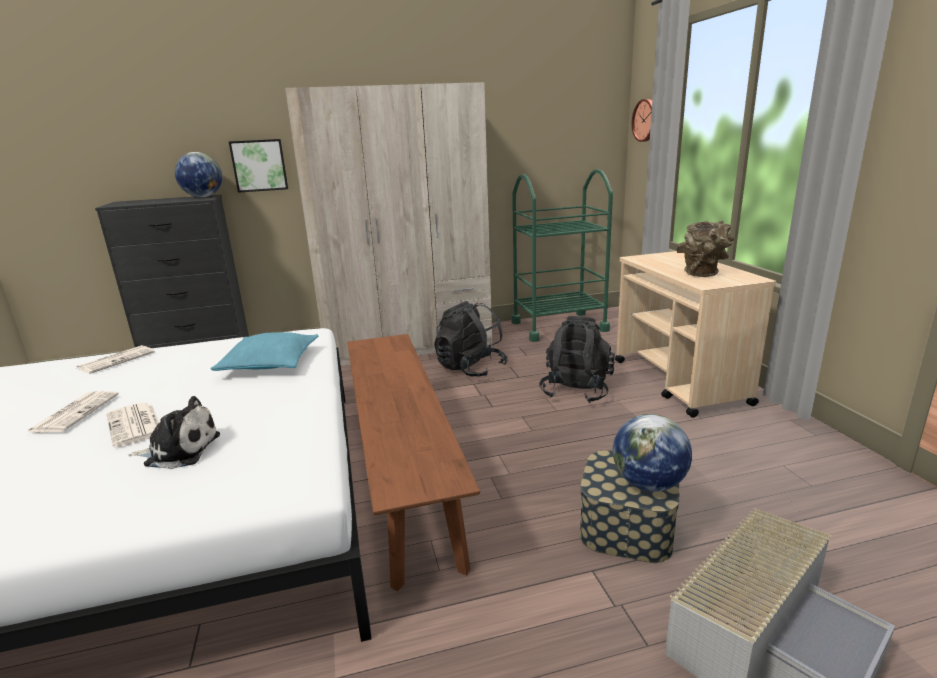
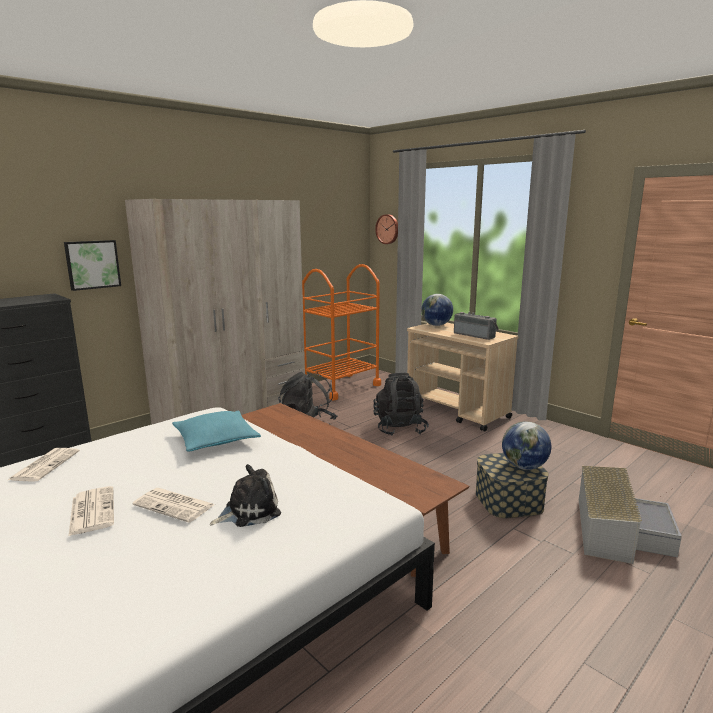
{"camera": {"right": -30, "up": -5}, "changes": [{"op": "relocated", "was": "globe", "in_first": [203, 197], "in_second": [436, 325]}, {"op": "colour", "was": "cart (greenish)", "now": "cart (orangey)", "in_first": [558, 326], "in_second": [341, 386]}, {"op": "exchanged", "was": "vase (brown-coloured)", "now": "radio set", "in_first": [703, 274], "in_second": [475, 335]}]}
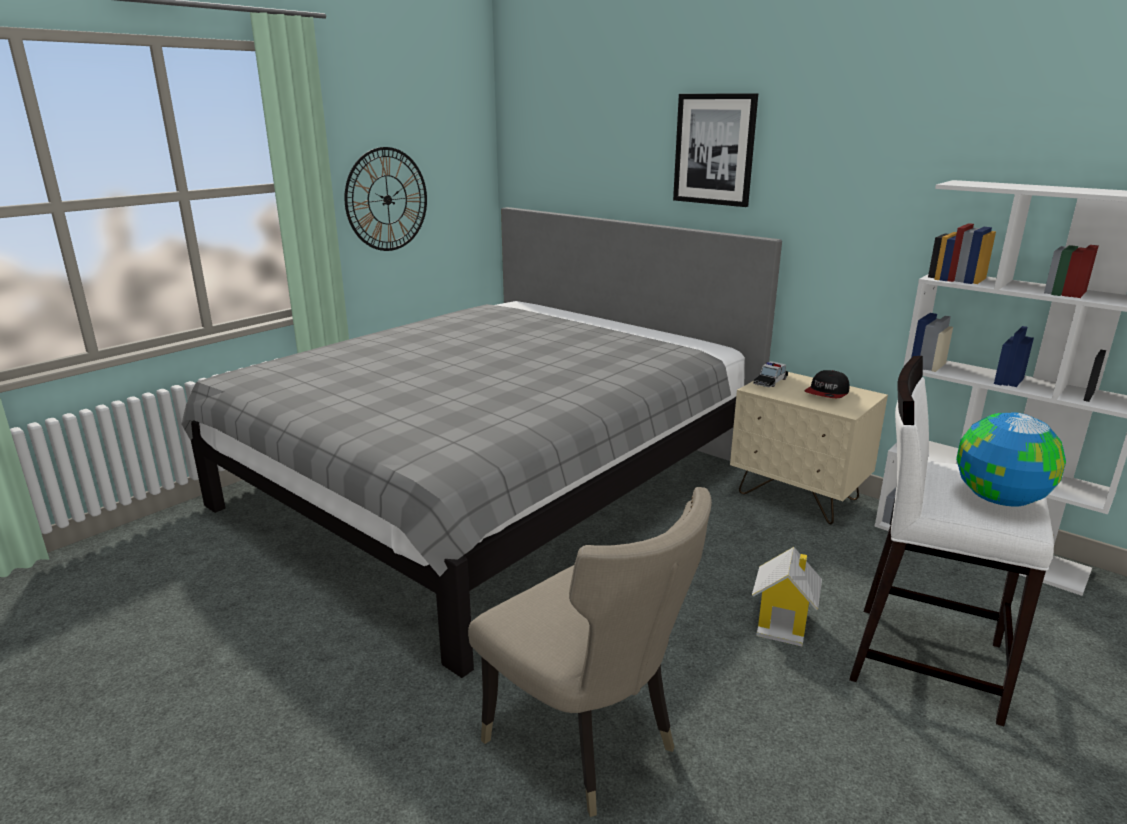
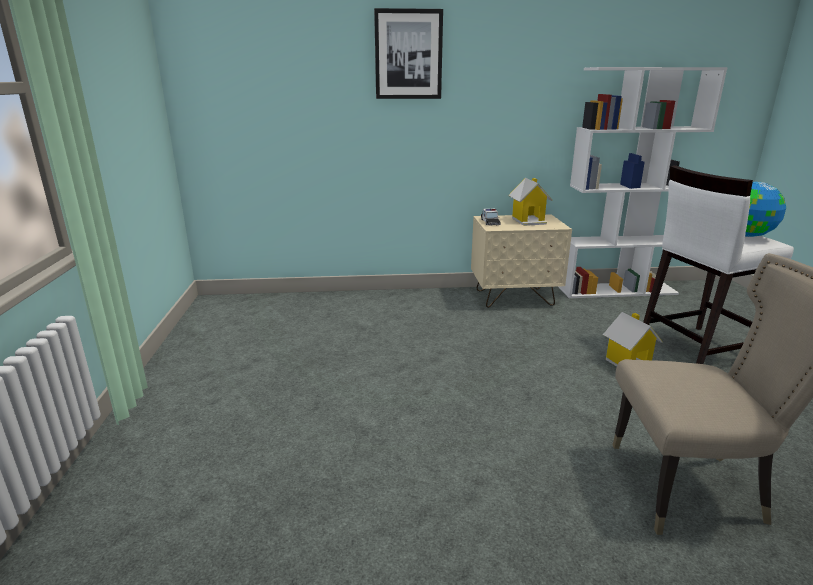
{"camera": {"right": -45, "up": 0}, "changes": [{"op": "missing", "was": "clock on the wall", "in_first": [387, 199]}, {"op": "missing", "was": "bedroom bed (greyish)", "in_first": [492, 484]}, {"op": "exchanged", "was": "cap", "now": "model house", "in_first": [827, 393], "in_second": [528, 220]}]}
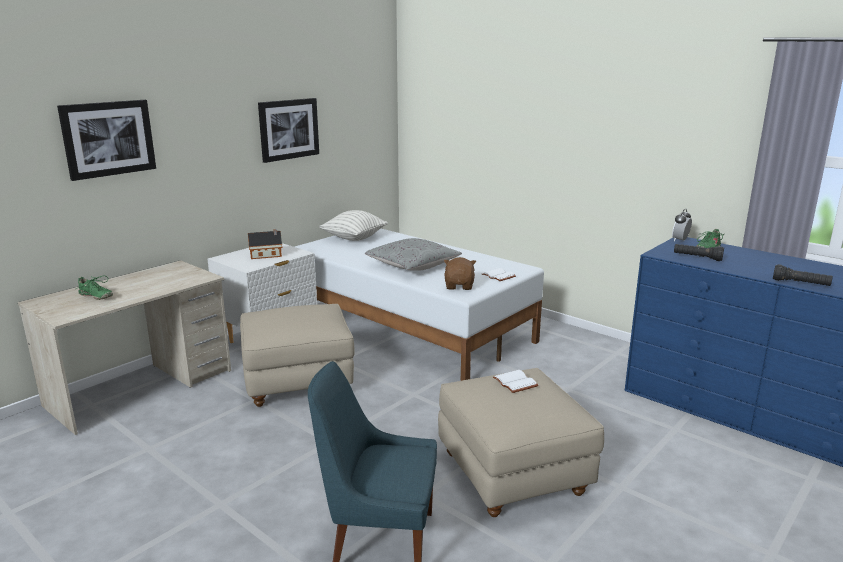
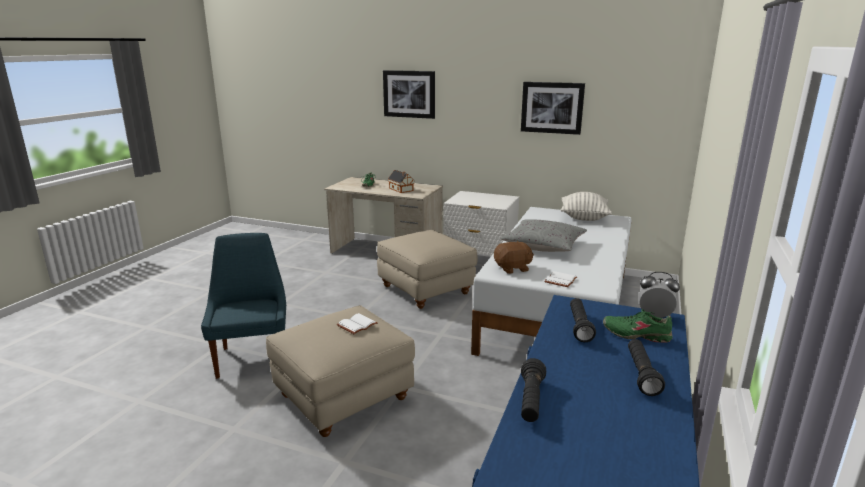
{"camera": {"right": 70, "up": 0}, "changes": [{"op": "relocated", "was": "model house", "in_first": [267, 255], "in_second": [401, 189]}, {"op": "appeared", "now": "hand torch (blackish)", "in_second": [641, 374]}]}
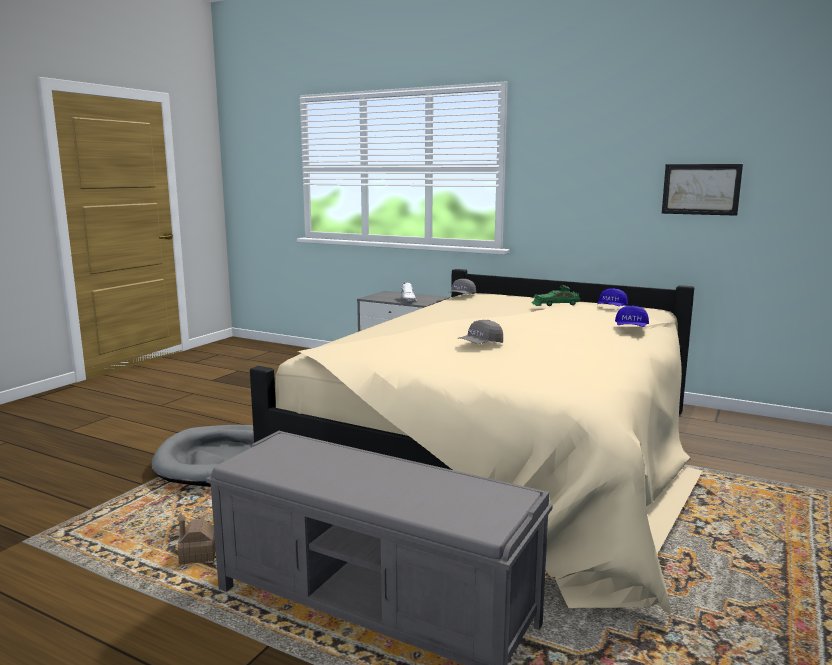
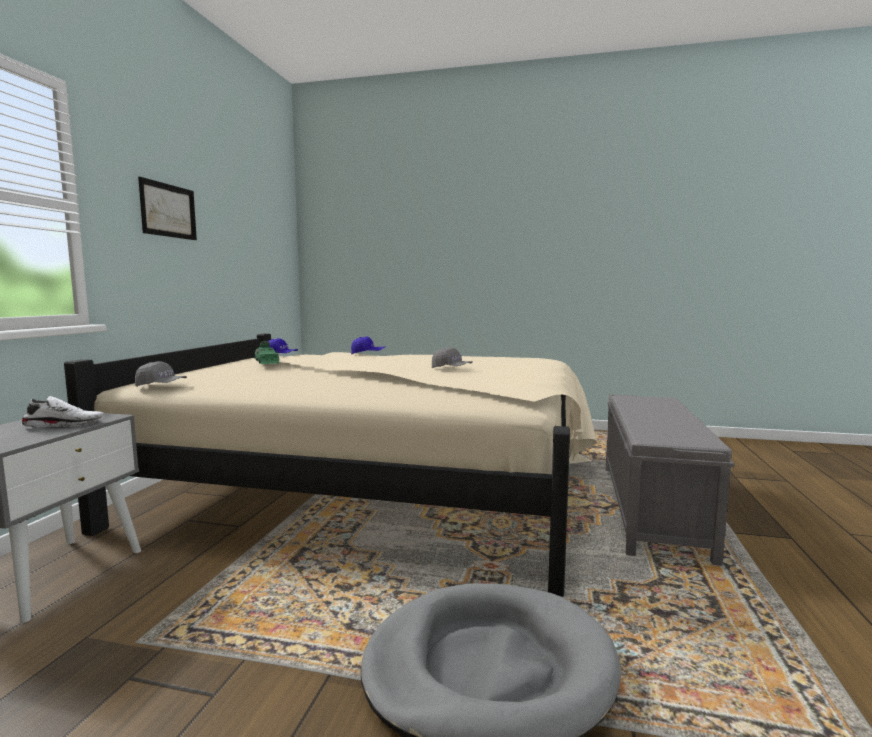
{"camera": {"right": -105, "up": -5}, "changes": [{"op": "relocated", "was": "picture", "in_first": [701, 189], "in_second": [168, 210]}, {"op": "missing", "was": "model house", "in_first": [198, 555]}]}
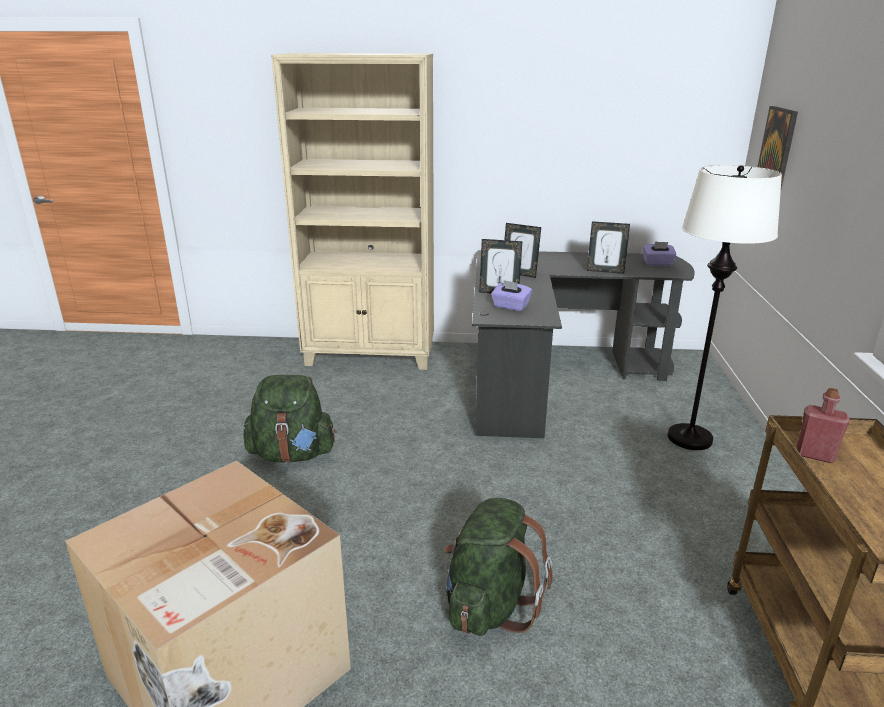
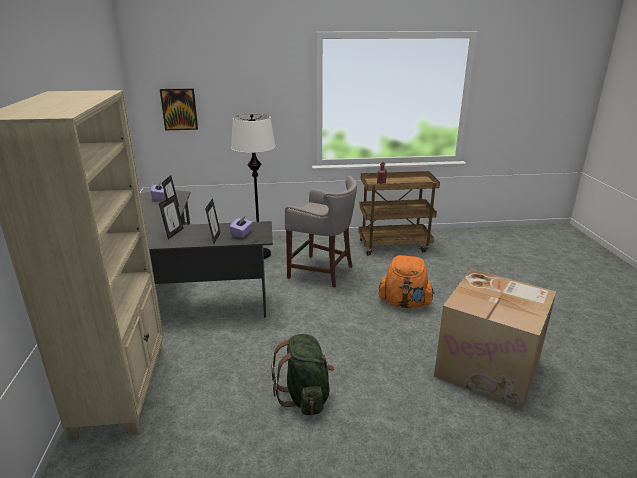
{"camera": {"right": -100, "up": 0}, "changes": [{"op": "colour", "was": "knapsack (greenish)", "now": "knapsack (orangey)", "in_first": [489, 605], "in_second": [405, 303]}, {"op": "appeared", "now": "sitting stool (greyish)", "in_second": [323, 272]}]}
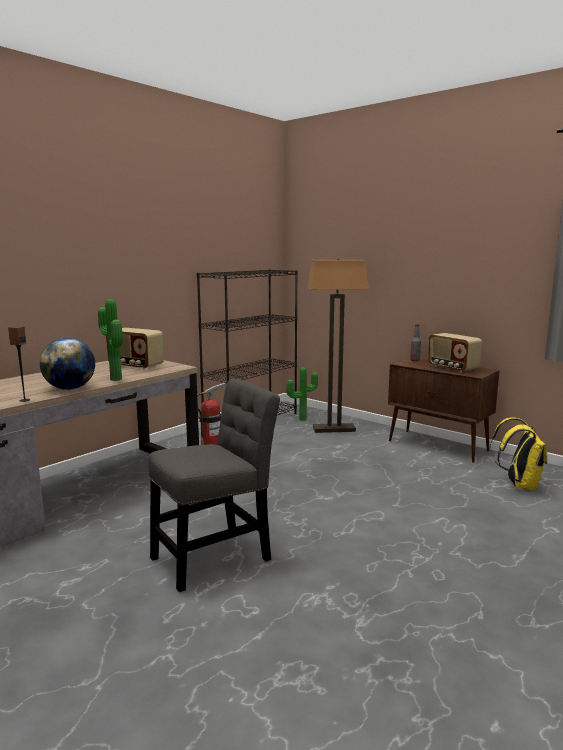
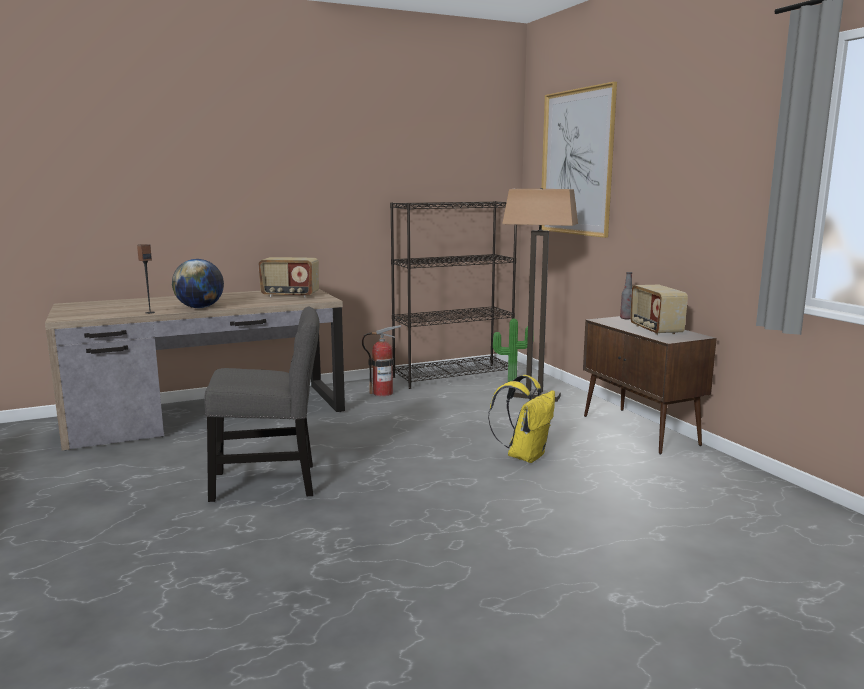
{"camera": {"right": 25, "up": 0}, "changes": [{"op": "missing", "was": "potted plant", "in_first": [114, 379]}, {"op": "spun", "was": "radio set", "in_first": [135, 366], "in_second": [290, 295], "clockwise": -45}, {"op": "relocated", "was": "knapsack (yellow-coloured)", "in_first": [519, 485], "in_second": [525, 456]}, {"op": "appeared", "now": "picture", "in_second": [576, 162]}]}
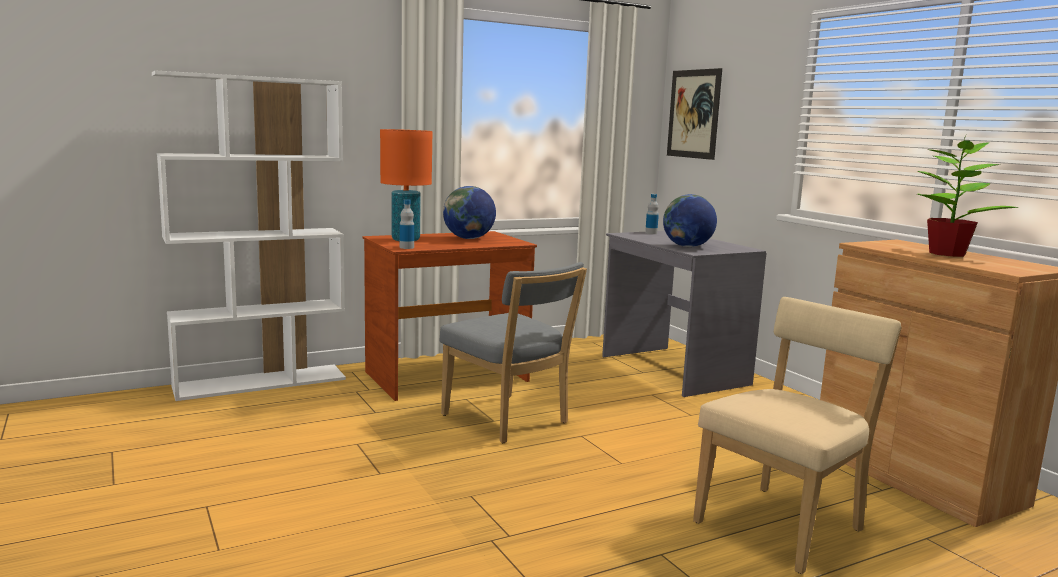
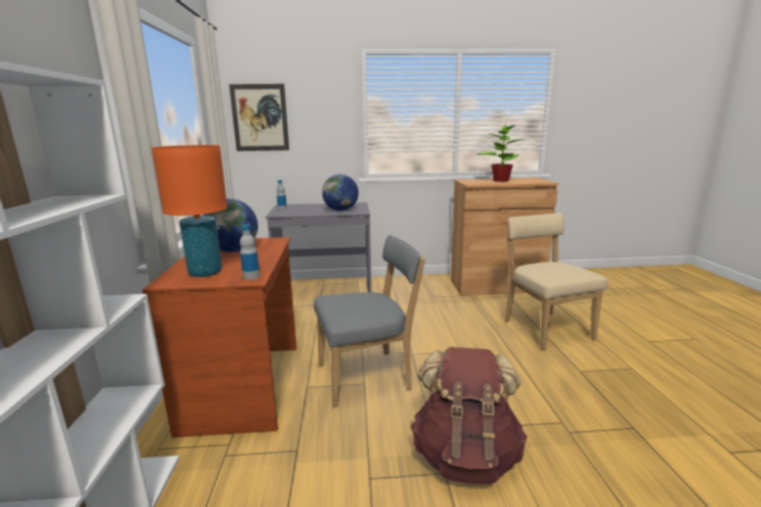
{"camera": {"right": -65, "up": 5}, "changes": [{"op": "appeared", "now": "knapsack (brown-coloured)", "in_second": [465, 456]}]}
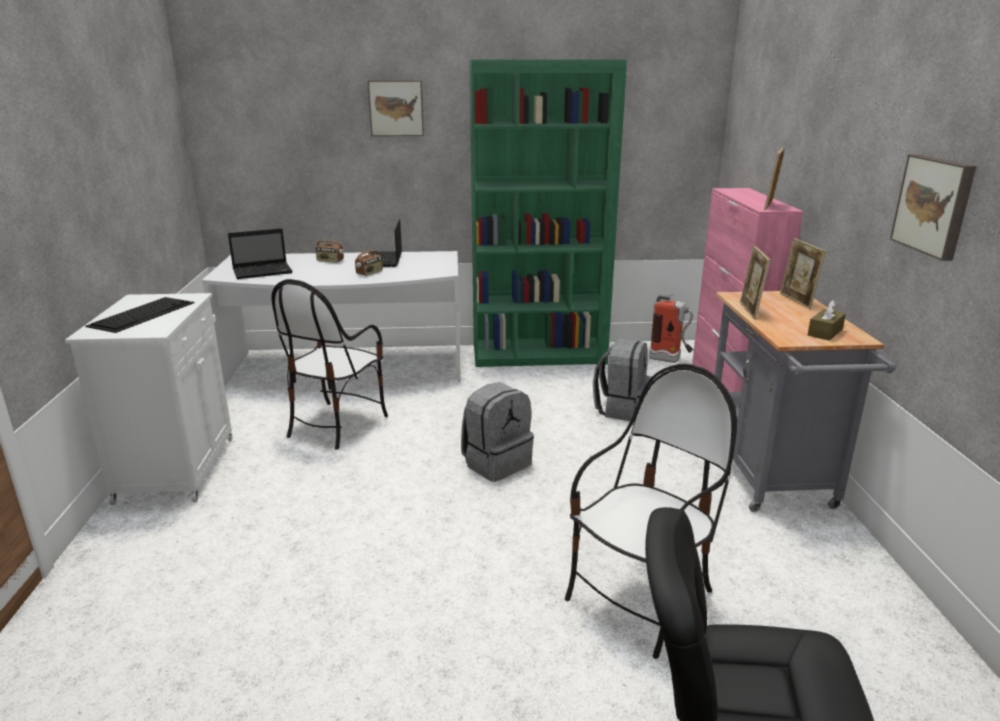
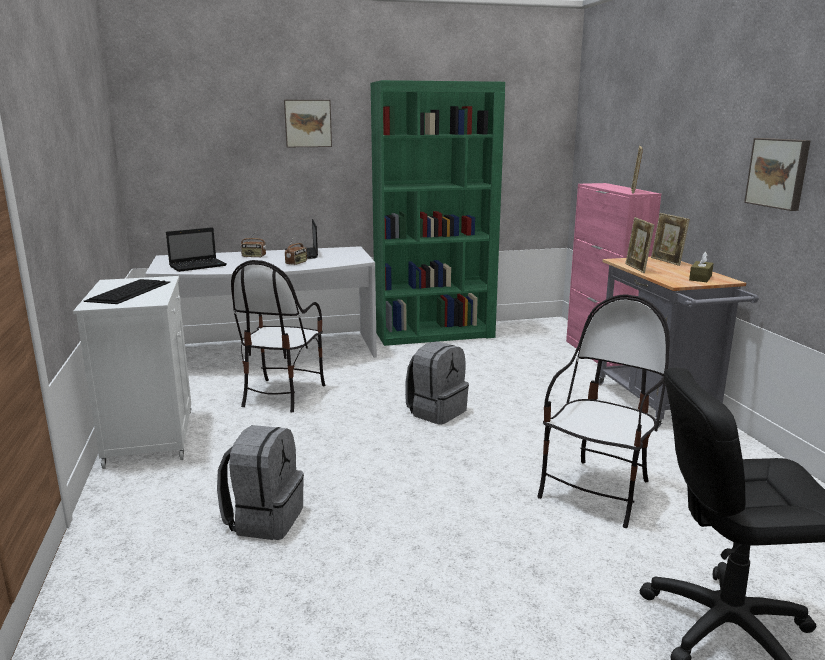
{"camera": {"right": -10, "up": -5}, "changes": [{"op": "missing", "was": "fire extinguisher", "in_first": [670, 360]}, {"op": "relocated", "was": "knapsack (greyish)", "in_first": [621, 409], "in_second": [264, 519]}]}
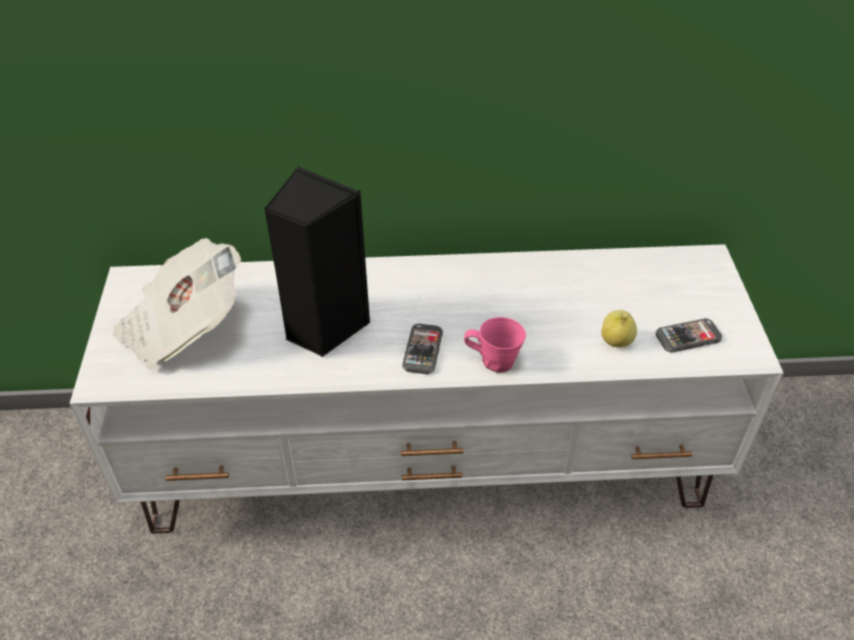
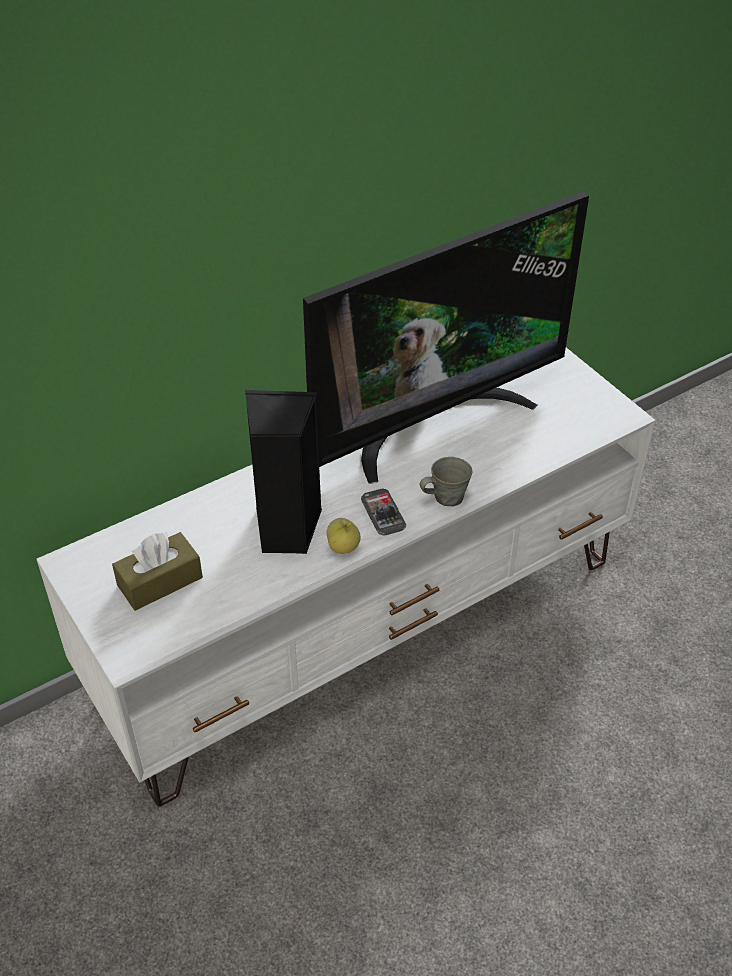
{"camera": {"right": -30, "up": 0}, "changes": [{"op": "exchanged", "was": "printed paper", "now": "tissue box (brown-coloured)", "in_first": [183, 327], "in_second": [160, 581]}, {"op": "relocated", "was": "apple fruit", "in_first": [616, 341], "in_second": [343, 547]}, {"op": "colour", "was": "coffee mug (pink-coloured)", "now": "coffee mug (greyish)", "in_first": [495, 360], "in_second": [446, 497]}, {"op": "missing", "was": "handset", "in_first": [688, 337]}, {"op": "appeared", "now": "television", "in_second": [434, 422]}]}
